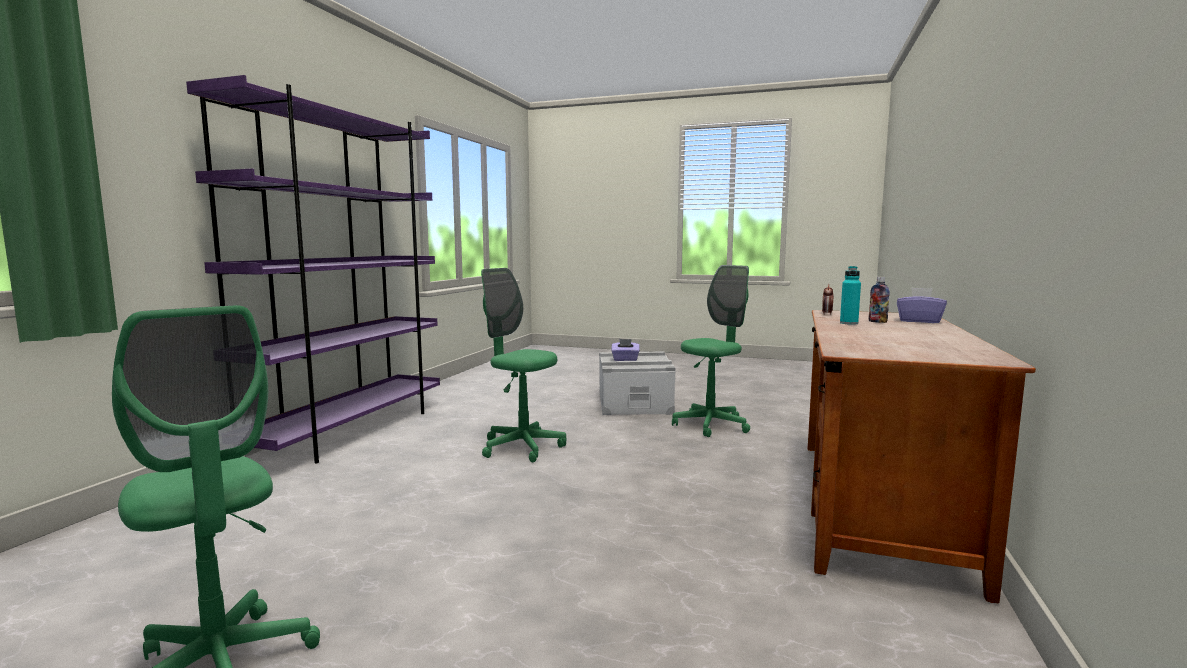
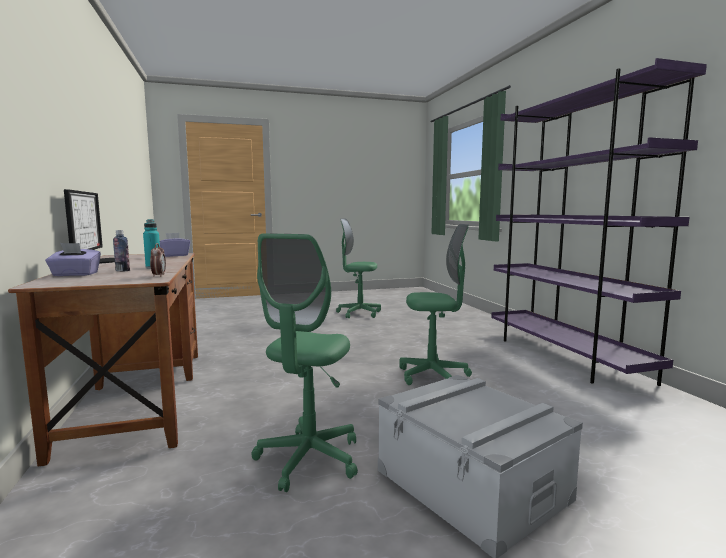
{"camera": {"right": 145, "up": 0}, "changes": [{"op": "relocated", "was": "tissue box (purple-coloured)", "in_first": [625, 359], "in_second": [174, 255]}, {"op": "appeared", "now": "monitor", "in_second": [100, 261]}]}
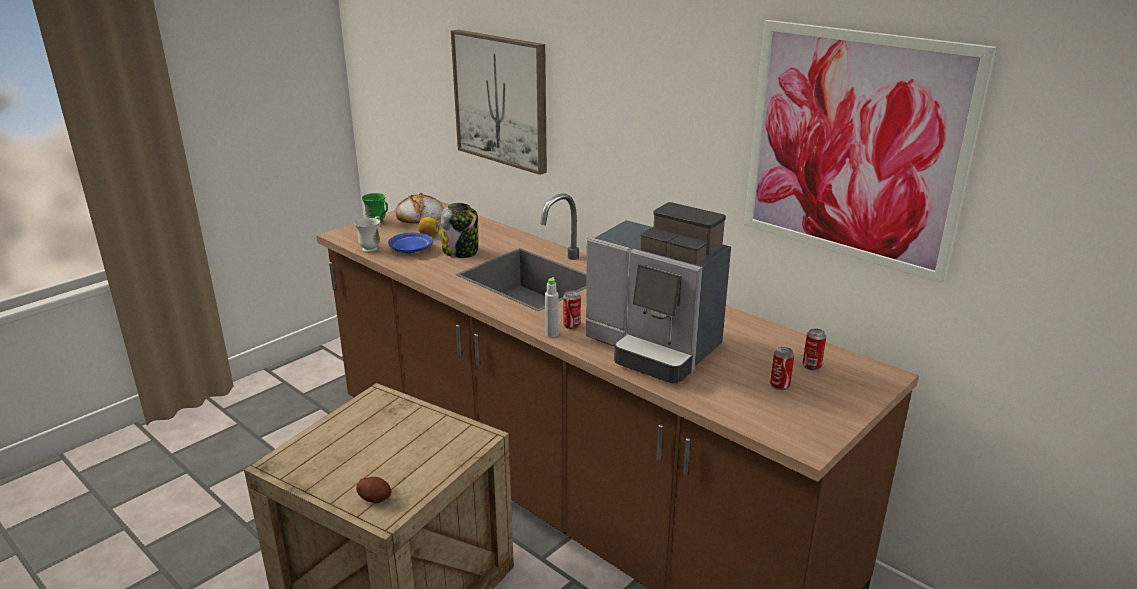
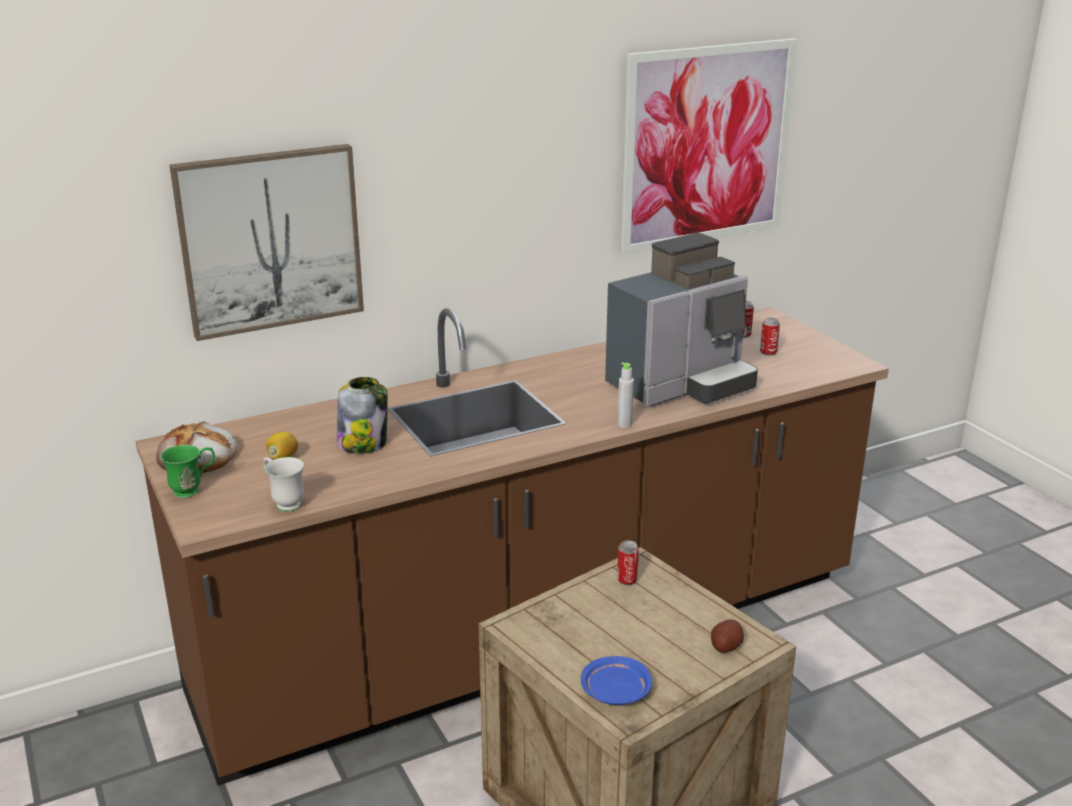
{"camera": {"right": -70, "up": 0}, "changes": [{"op": "relocated", "was": "flat dish (bluish)", "in_first": [410, 249], "in_second": [615, 691]}, {"op": "relocated", "was": "sealed can", "in_first": [571, 325], "in_second": [627, 580]}]}
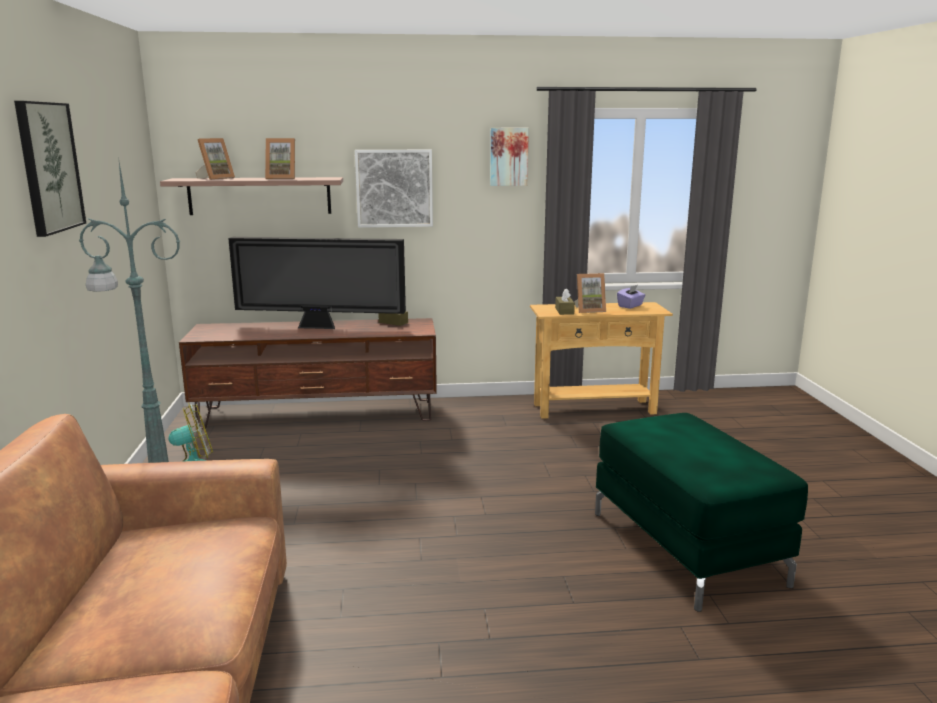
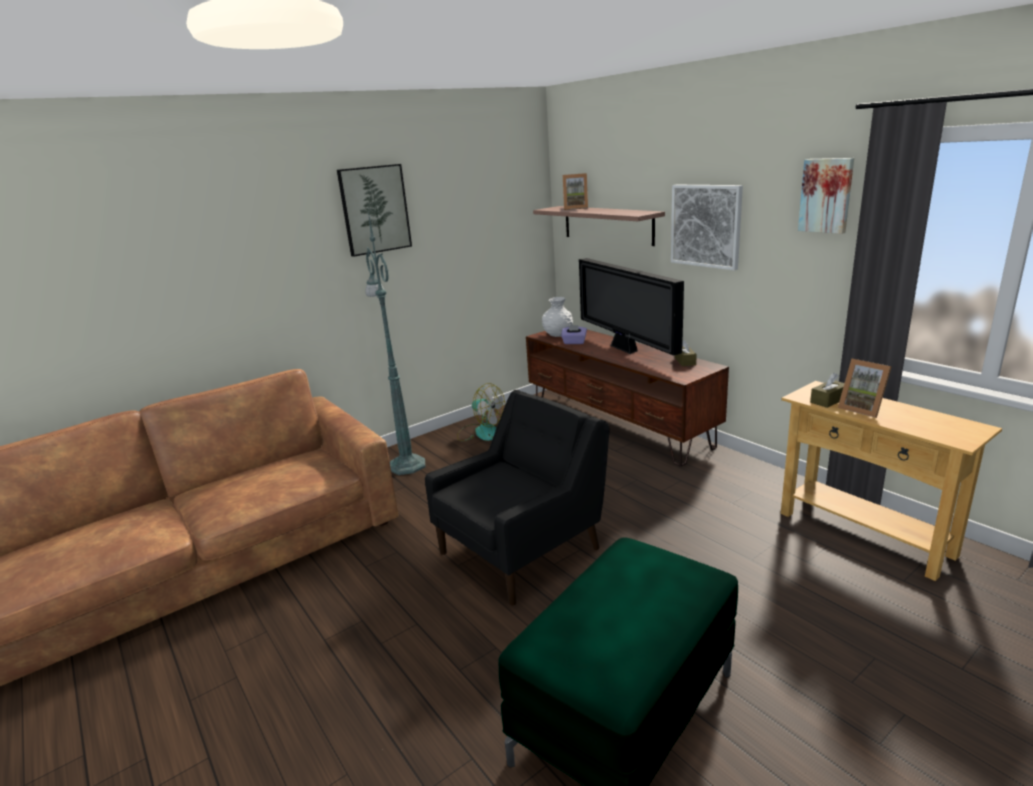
{"camera": {"right": 60, "up": 5}, "changes": [{"op": "missing", "was": "picture frame", "in_first": [282, 178]}, {"op": "relocated", "was": "tissue box (purple-coloured)", "in_first": [630, 306], "in_second": [574, 342]}, {"op": "appeared", "now": "vase (white-coloured)", "in_second": [557, 335]}, {"op": "appeared", "now": "armchair (blackish)", "in_second": [522, 550]}]}
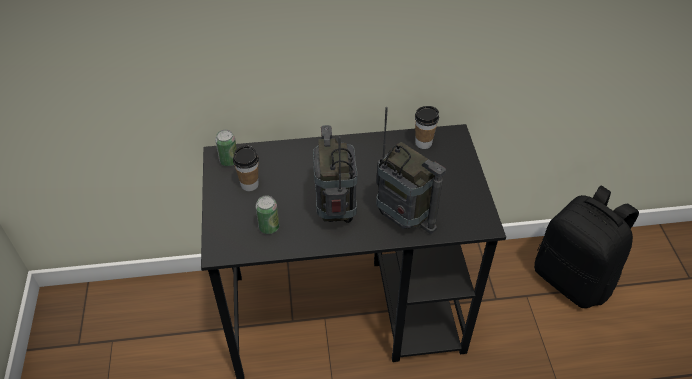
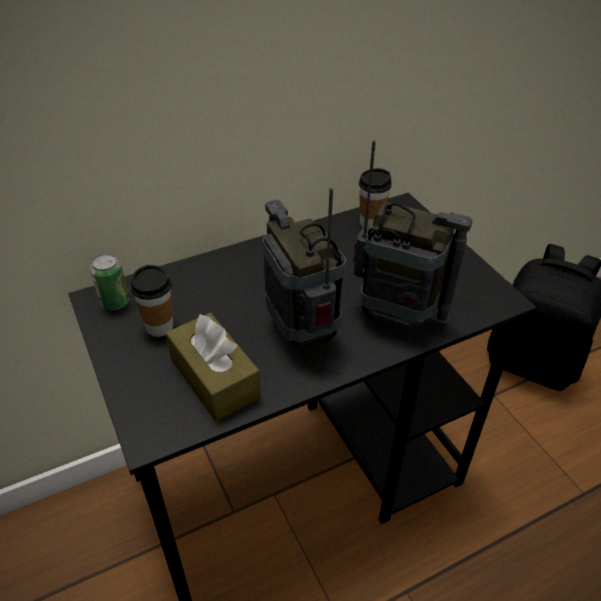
{"camera": {"right": -20, "up": -5}, "changes": [{"op": "exchanged", "was": "sealed can", "now": "tissue box (brown-coloured)", "in_first": [269, 227], "in_second": [215, 378]}]}
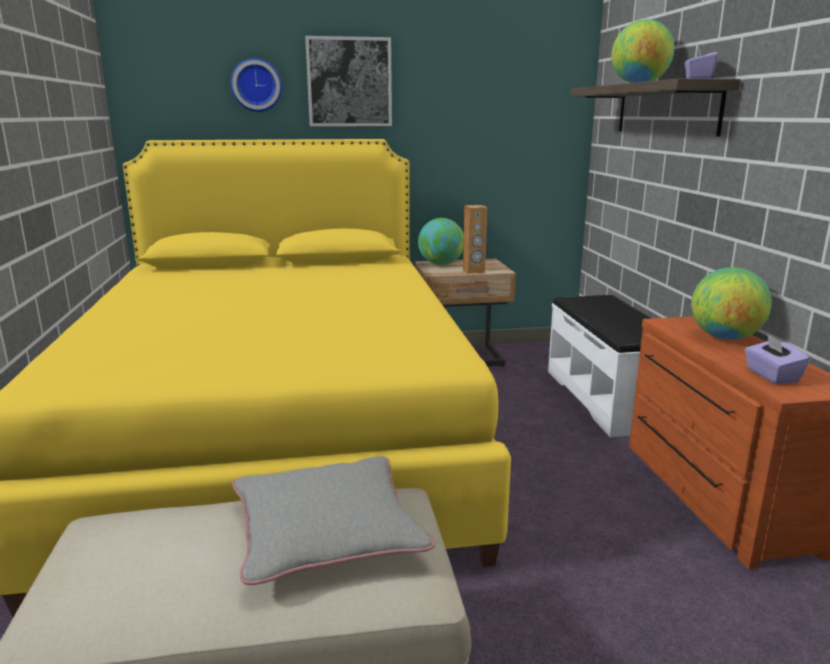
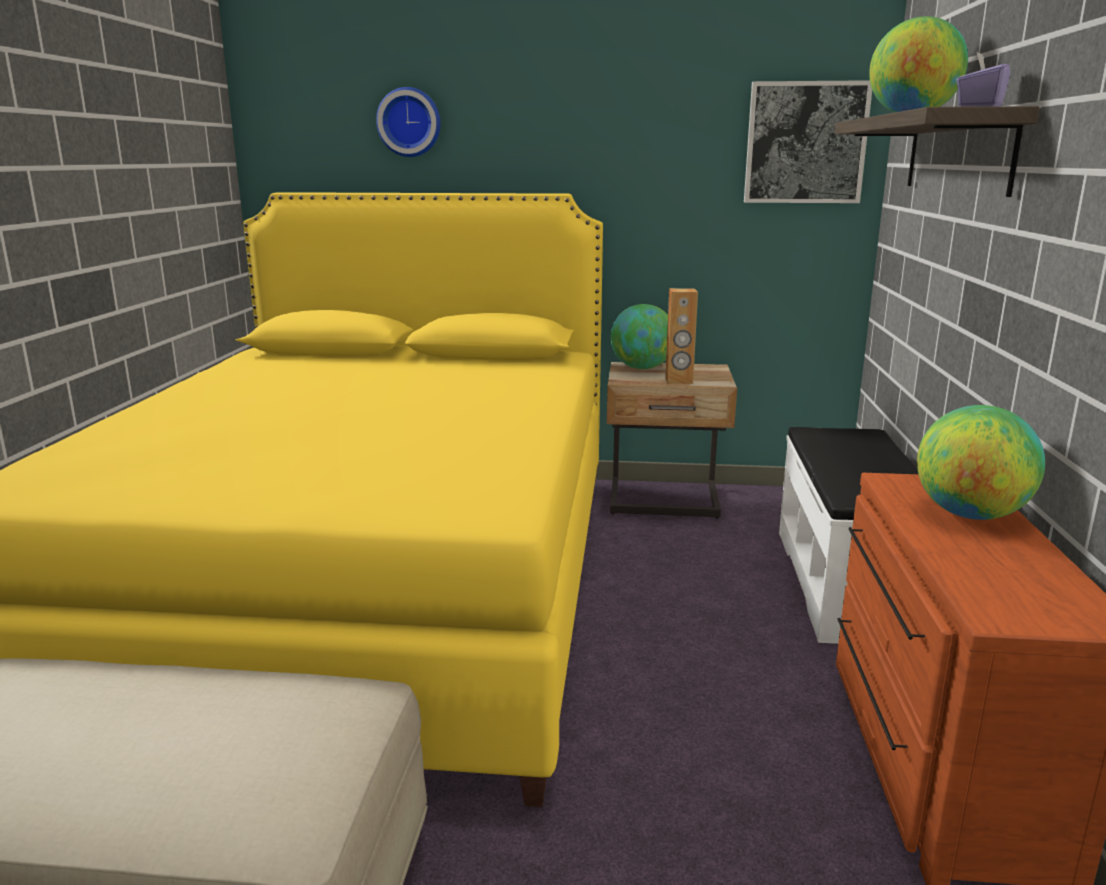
{"camera": {"right": 15, "up": 0}, "changes": [{"op": "relocated", "was": "picture", "in_first": [349, 82], "in_second": [805, 143]}, {"op": "missing", "was": "tissue box (purple-coloured)", "in_first": [771, 375]}, {"op": "missing", "was": "throw pillow (greyish)", "in_first": [326, 530]}]}
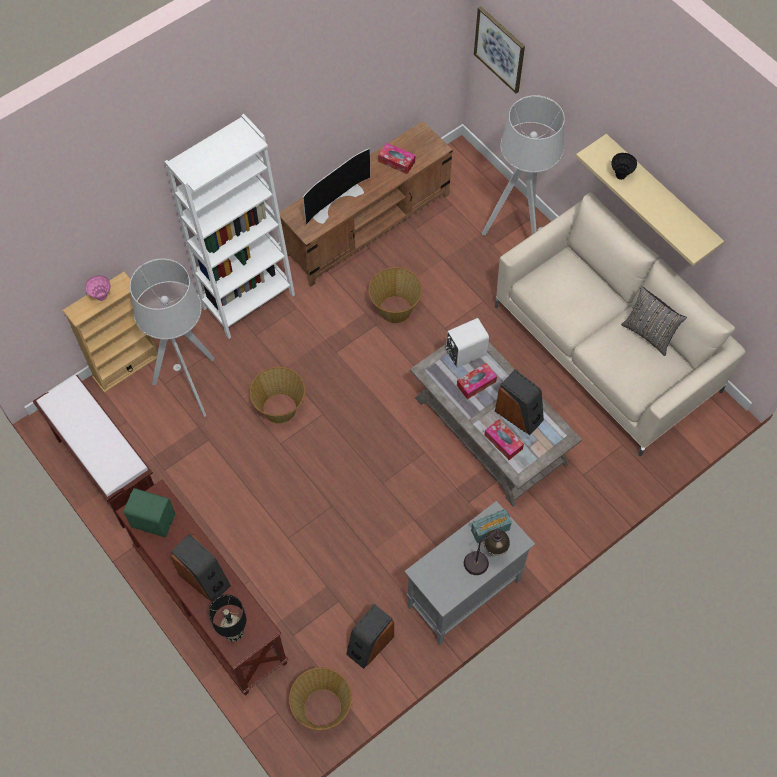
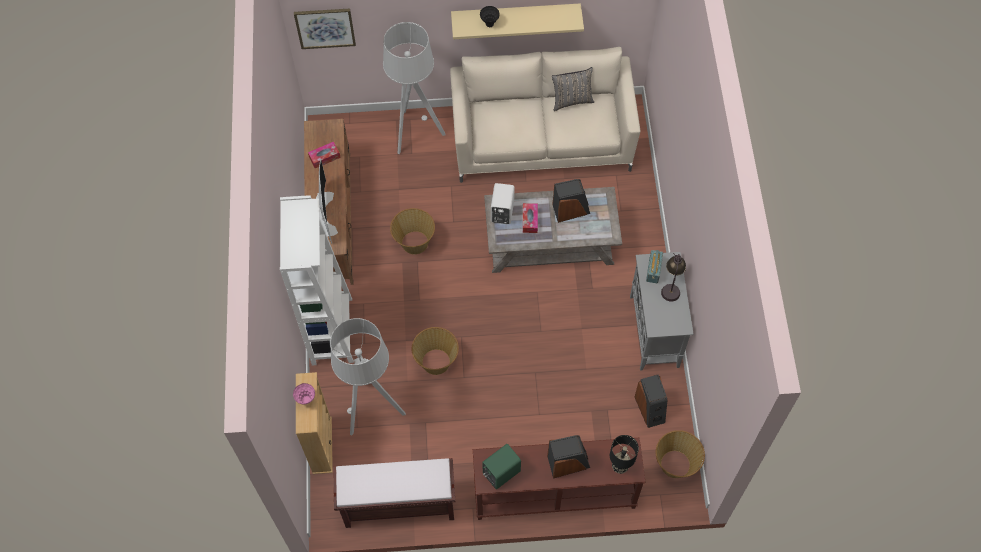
{"camera": {"right": -55, "up": 0}, "changes": [{"op": "missing", "was": "tissue box", "in_first": [503, 442]}]}
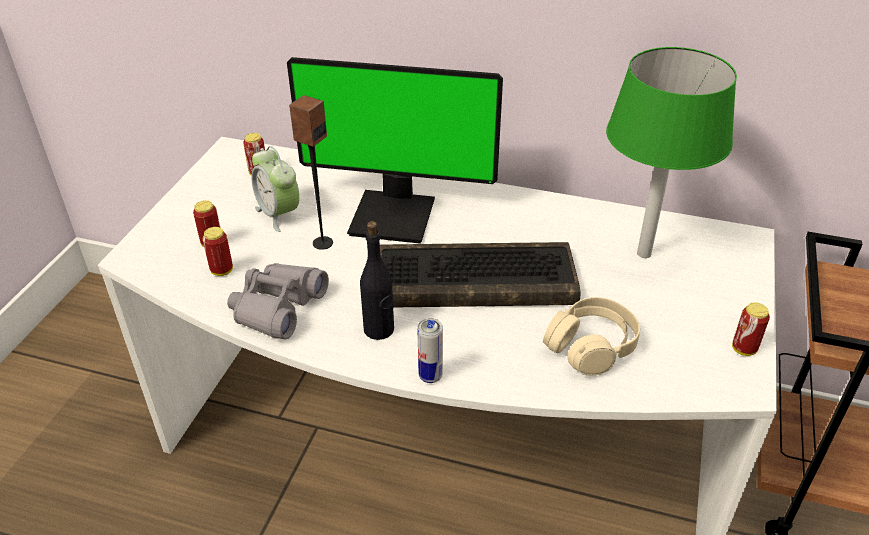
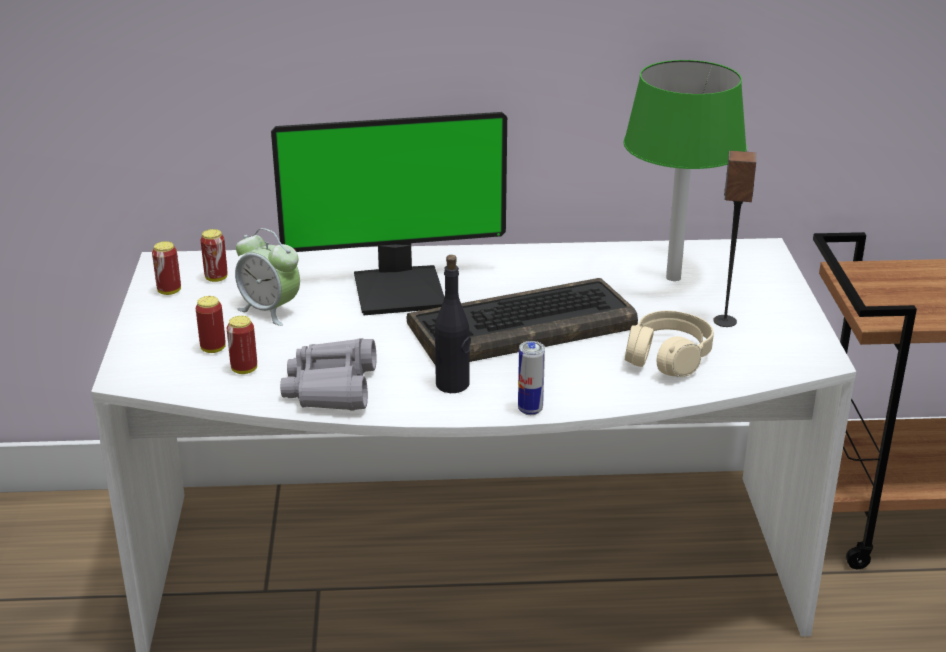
{"camera": {"right": -20, "up": -10}, "changes": [{"op": "relocated", "was": "loudspeaker", "in_first": [322, 243], "in_second": [724, 321]}, {"op": "relocated", "was": "sealed can", "in_first": [744, 349], "in_second": [169, 291]}]}
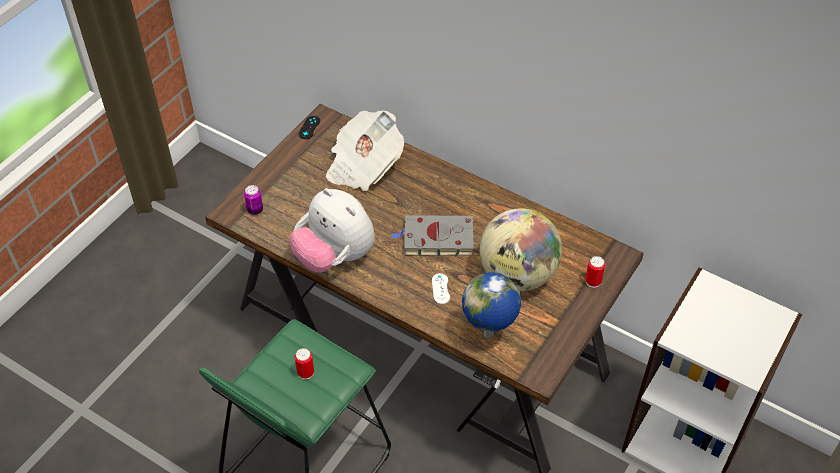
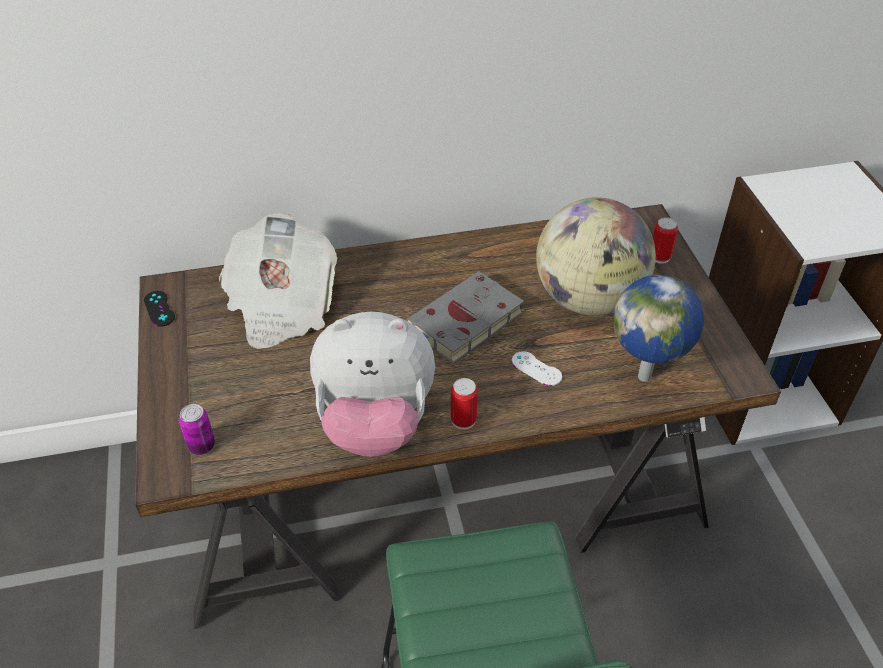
{"camera": {"right": -45, "up": -5}, "changes": [{"op": "relocated", "was": "sealed can", "in_first": [305, 372], "in_second": [463, 420]}]}
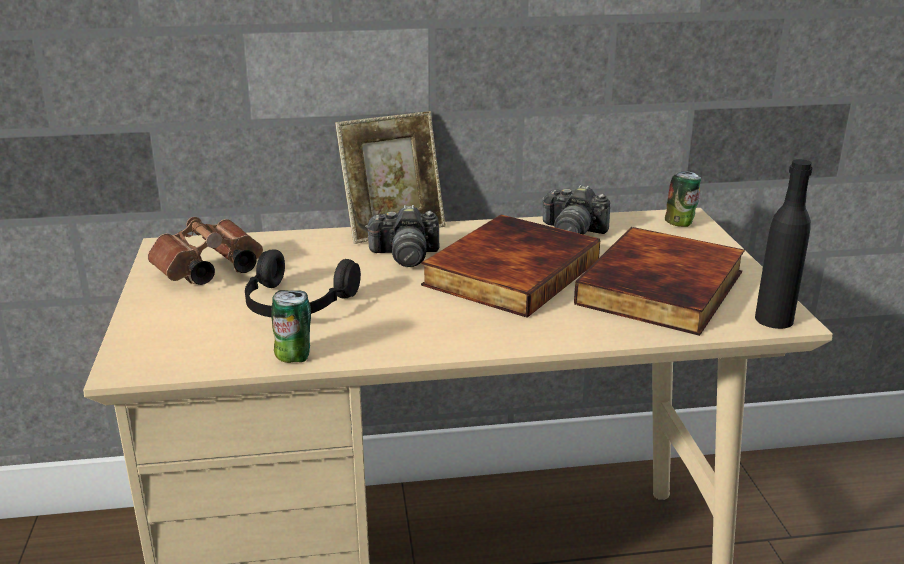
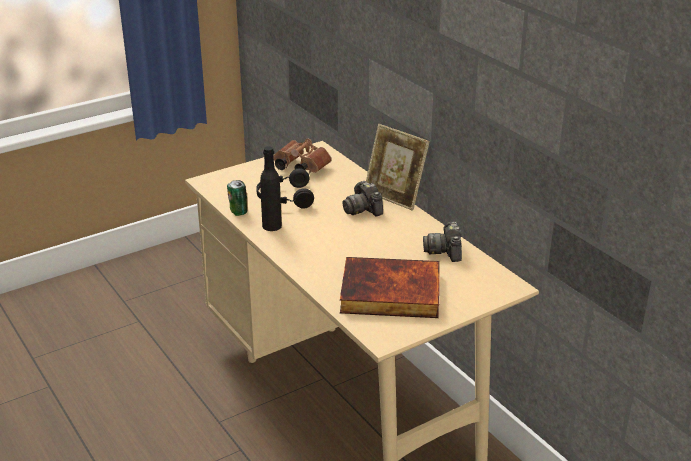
{"camera": {"right": 65, "up": 5}, "changes": [{"op": "relocated", "was": "beverage bottle (blackish)", "in_first": [774, 319], "in_second": [272, 226]}, {"op": "missing", "was": "sealed can", "in_first": [680, 223]}, {"op": "missing", "was": "book", "in_first": [509, 271]}]}
